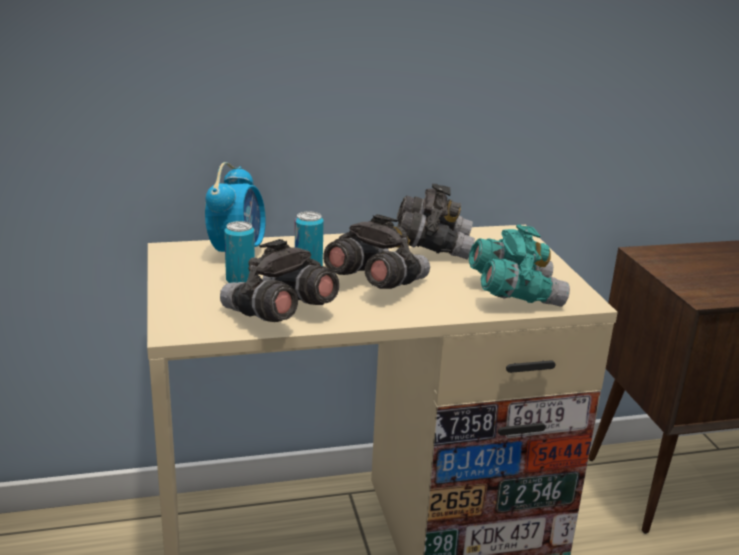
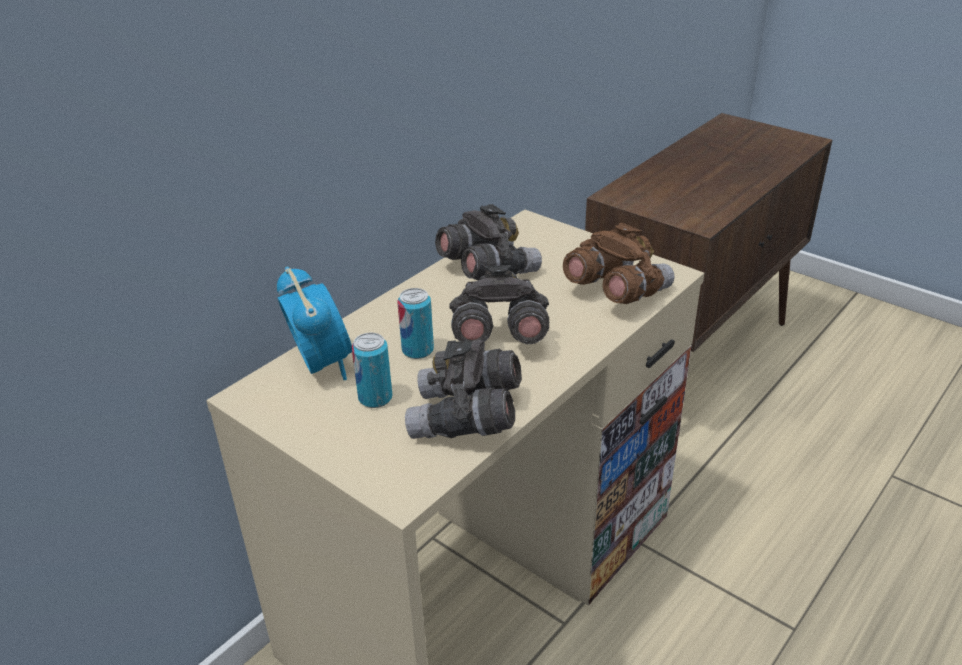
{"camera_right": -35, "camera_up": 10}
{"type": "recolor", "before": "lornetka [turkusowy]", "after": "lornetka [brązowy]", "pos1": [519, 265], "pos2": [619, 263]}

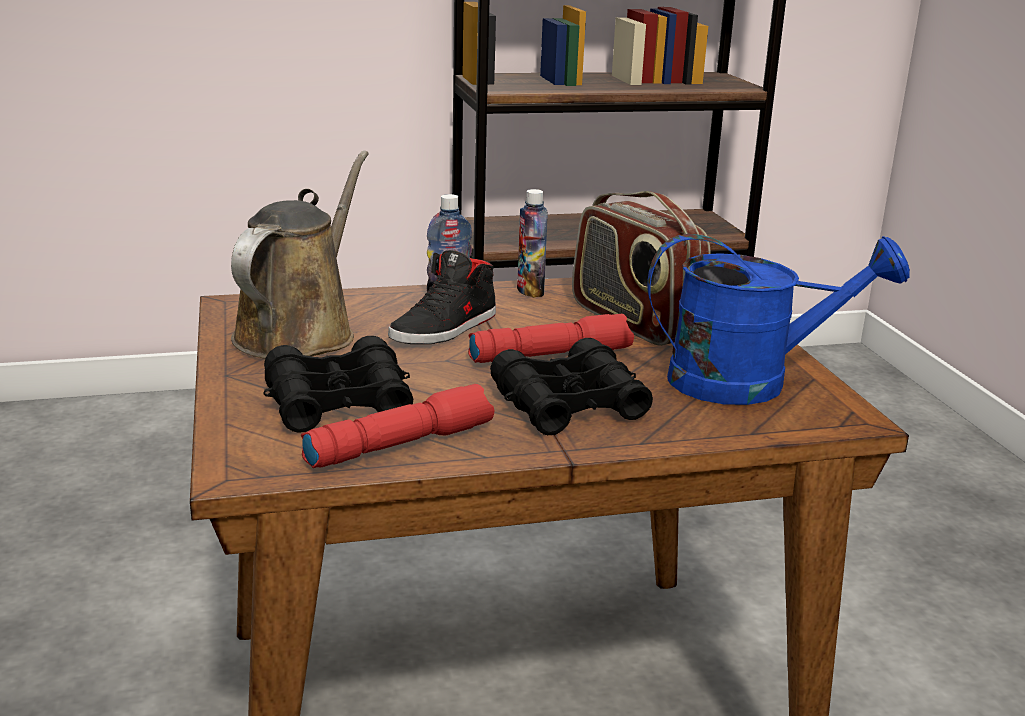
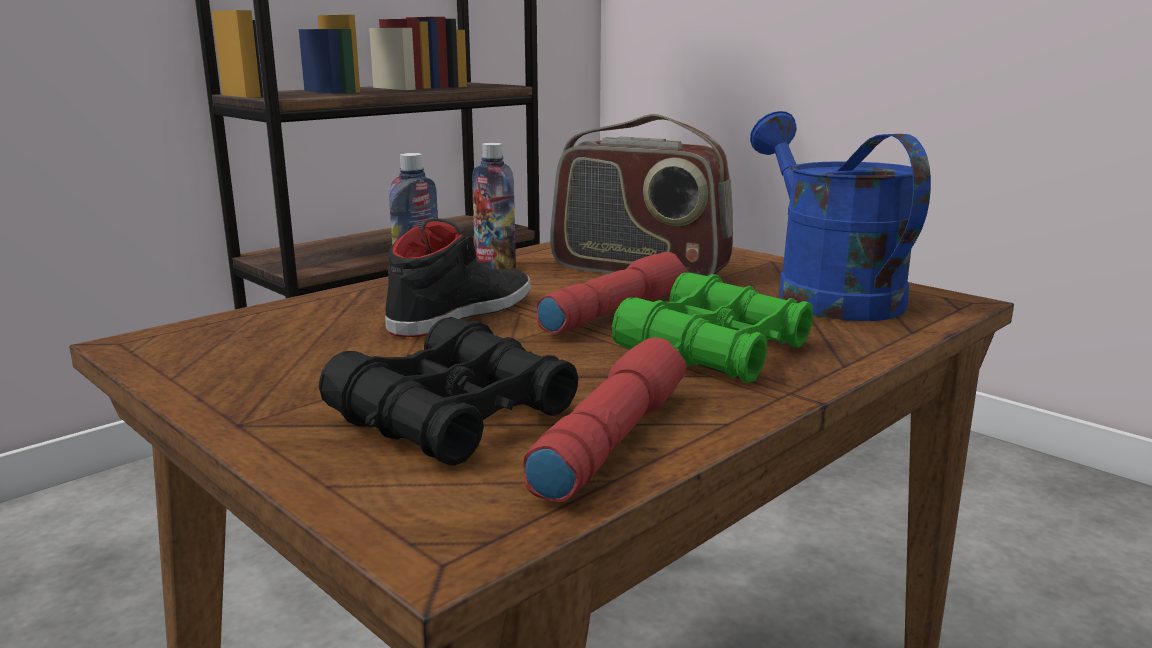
{"camera_right": -30, "camera_up": -5}
{"type": "rotate", "before": "but [czarny]", "pos1": [442, 297], "pos2": [458, 277], "turn": -150}
{"type": "recolor", "before": "lornetka [czarny]", "after": "lornetka [zielony]", "pos1": [571, 386], "pos2": [712, 327]}
{"type": "rotate", "before": "konewka [niebieski]", "pos1": [778, 319], "pos2": [840, 216], "turn": -75}
{"type": "delete", "before": "konewka [brązowy]", "pos1": [300, 254]}

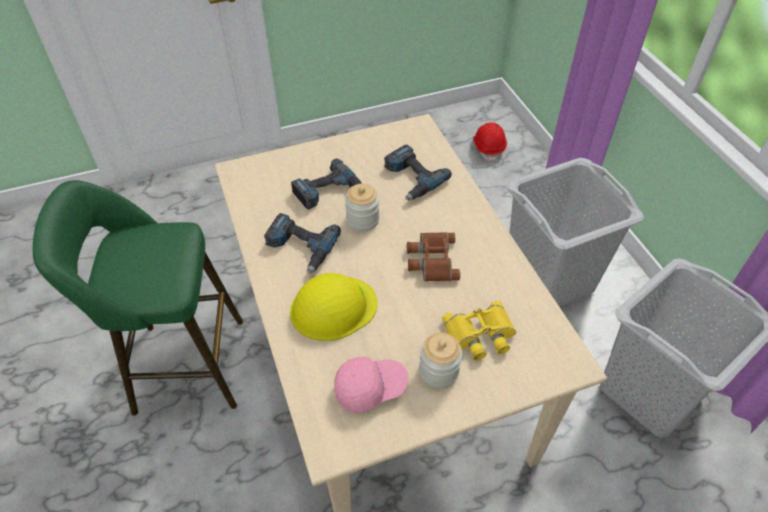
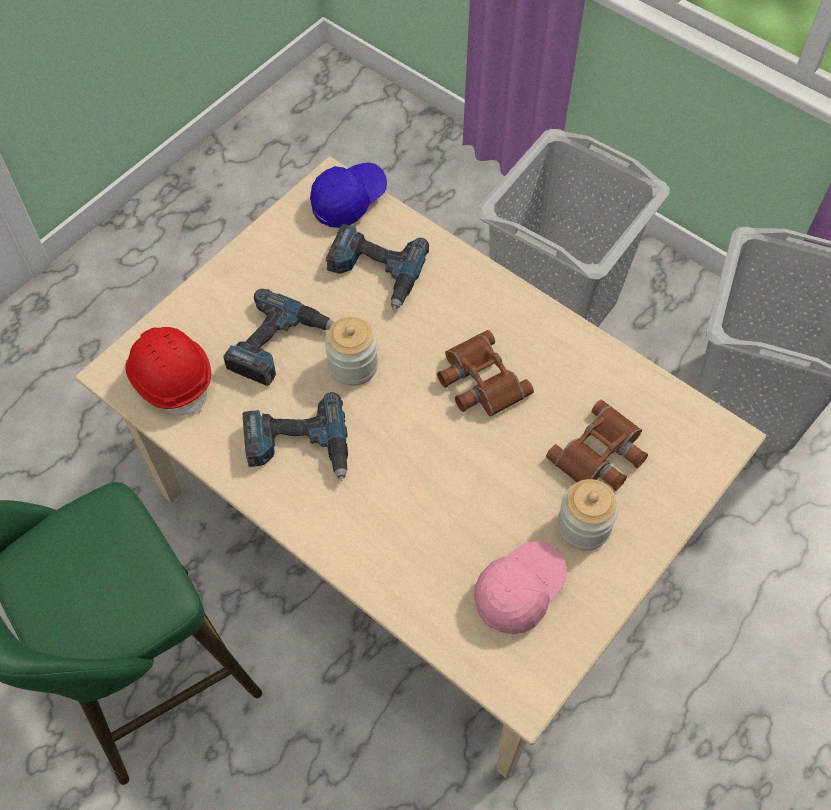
{"camera_right": -30, "camera_up": 10}
{"type": "move", "before": "kask [czerwony]", "pos1": [490, 142], "pos2": [168, 371]}
{"type": "insert", "after": "czapka z daszkiem [niebieski]", "pos2": [348, 195]}
{"type": "recolor", "before": "lornetka [żółty]", "after": "lornetka [brązowy]", "pos1": [479, 330], "pos2": [597, 445]}
{"type": "delete", "before": "kask [żółty]", "pos1": [334, 307]}

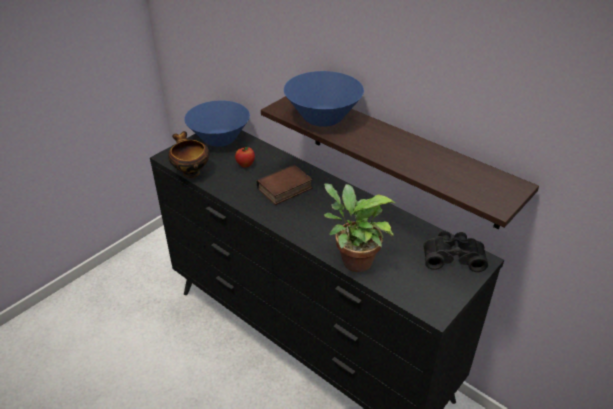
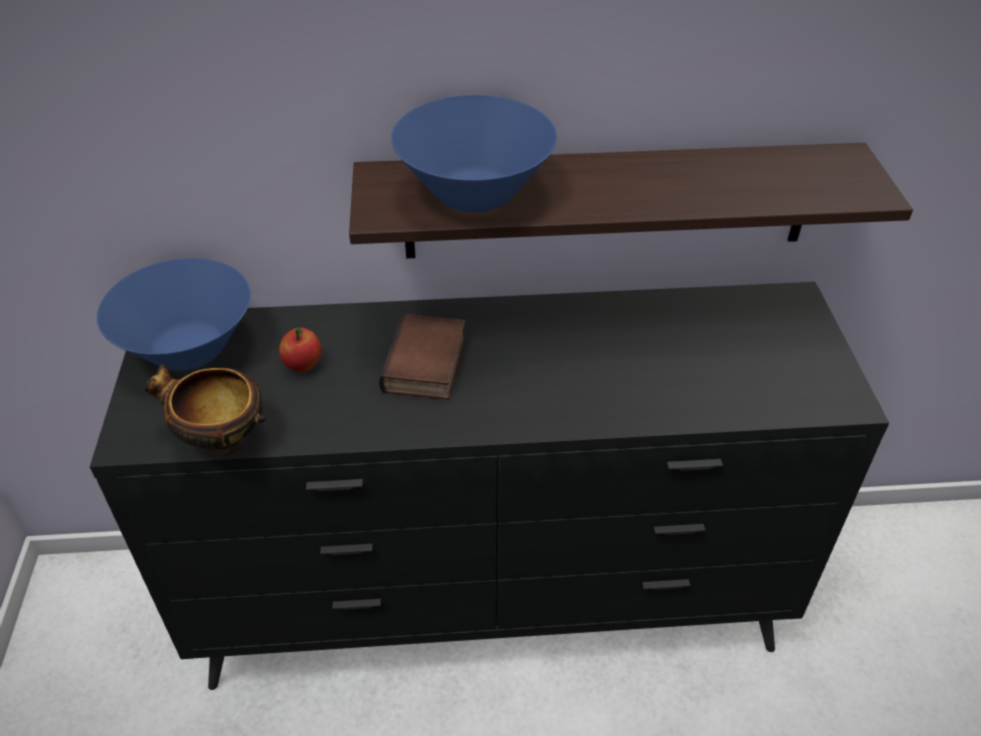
{"camera_right": -45, "camera_up": 5}
{"type": "delete", "before": "roślina doniczkowa", "pos1": [359, 227]}
{"type": "delete", "before": "lornetka [czarny]", "pos1": [455, 251]}

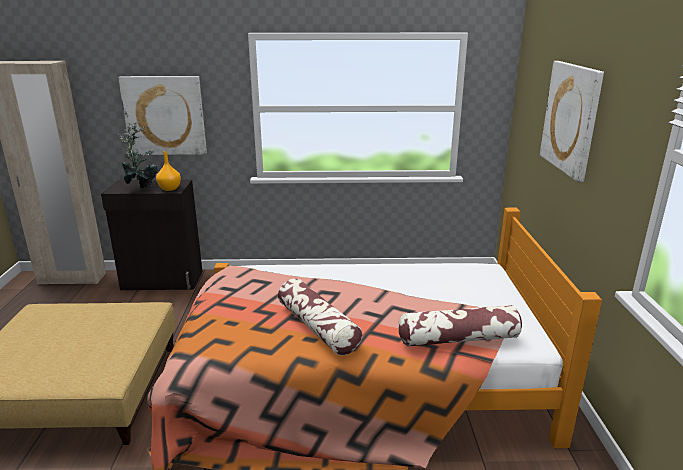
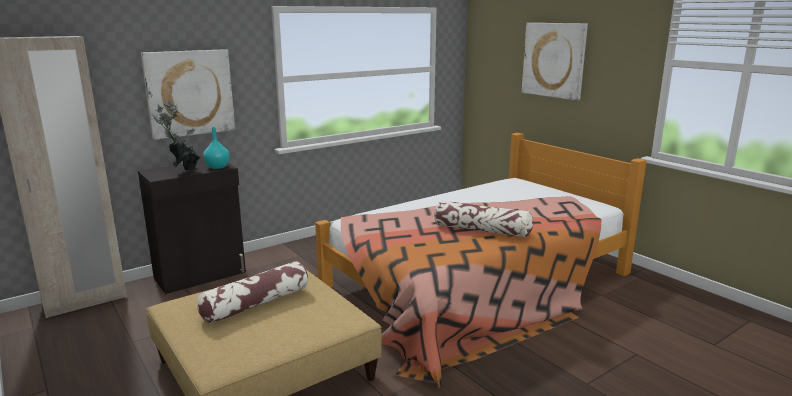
{"camera_right": -35, "camera_up": -5}
{"type": "move", "before": "poduszka", "pos1": [460, 326], "pos2": [252, 292]}
{"type": "recolor", "before": "wazon [pomarańczowy]", "after": "wazon [turkusowy]", "pos1": [168, 171], "pos2": [216, 148]}

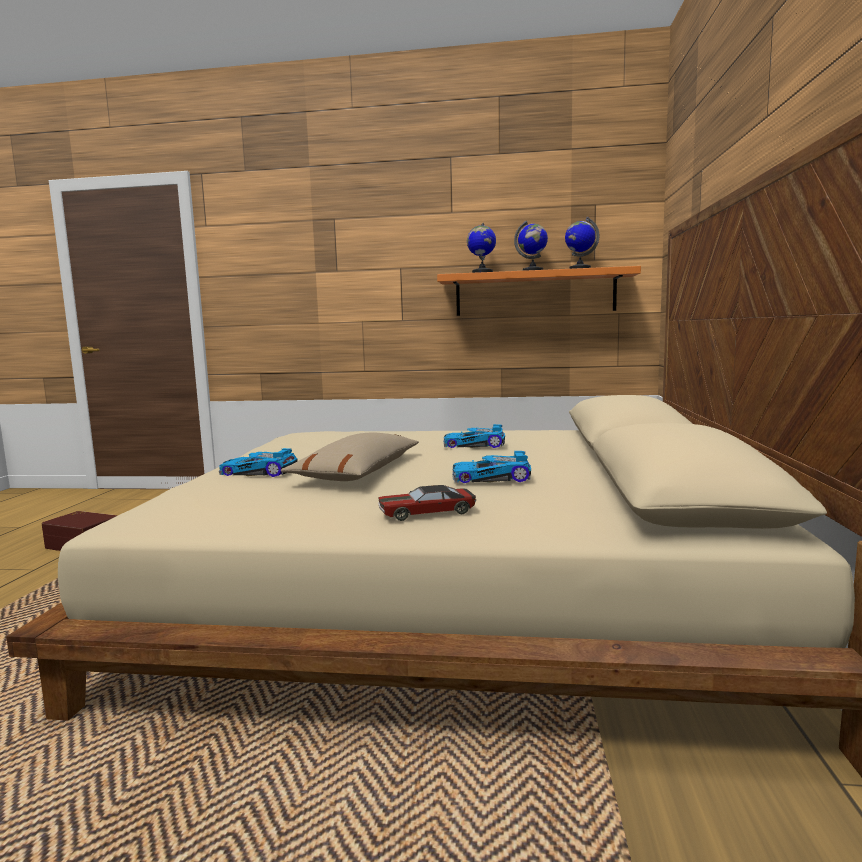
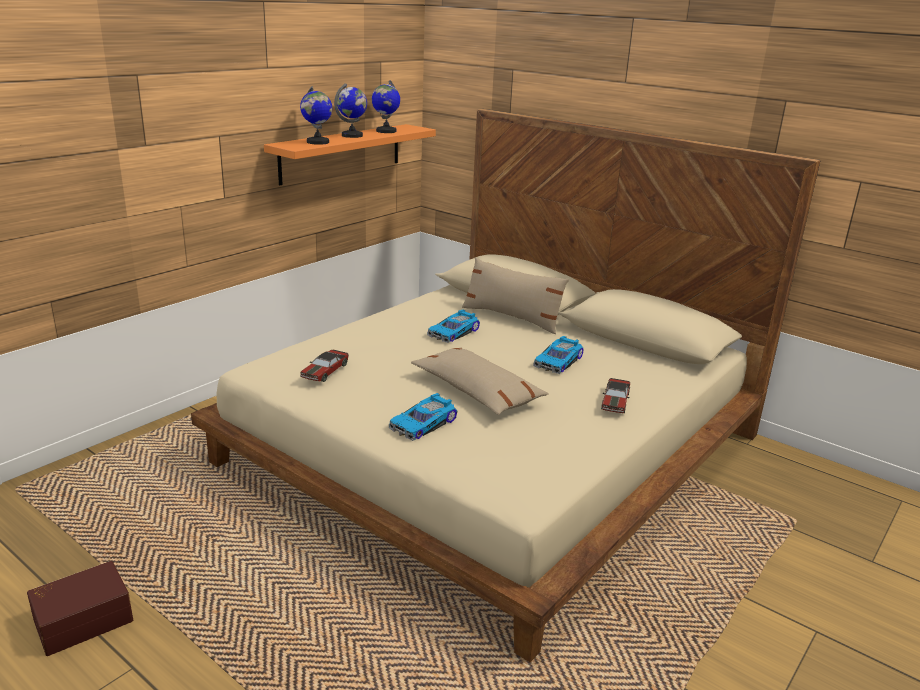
{"camera_right": -60, "camera_up": 15}
{"type": "insert", "after": "samochodzik", "pos2": [324, 366]}
{"type": "insert", "after": "poduszka [beżowy]", "pos2": [515, 295]}

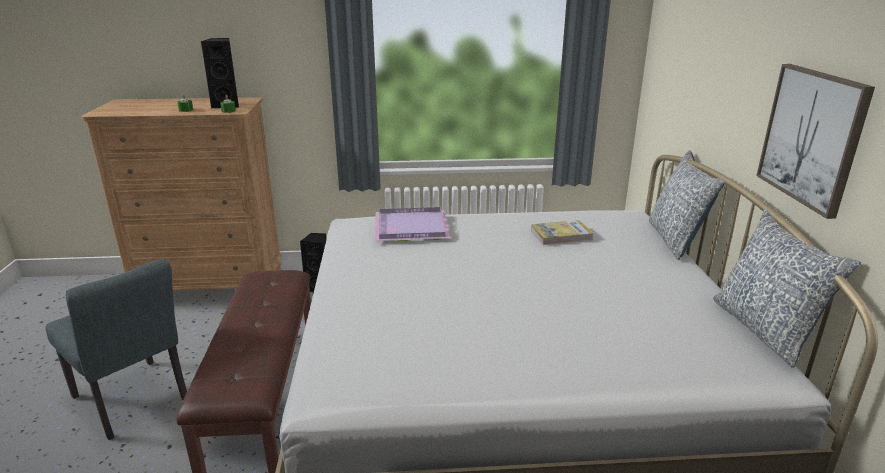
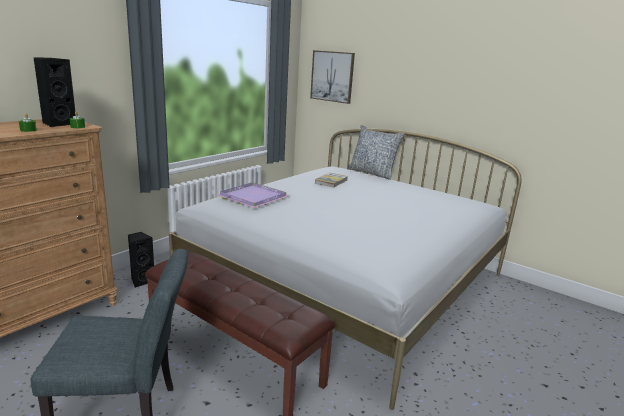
{"camera_right": -50, "camera_up": -5}
{"type": "move", "before": "obraz", "pos1": [815, 141], "pos2": [332, 77]}
{"type": "delete", "before": "poduszka", "pos1": [787, 288]}

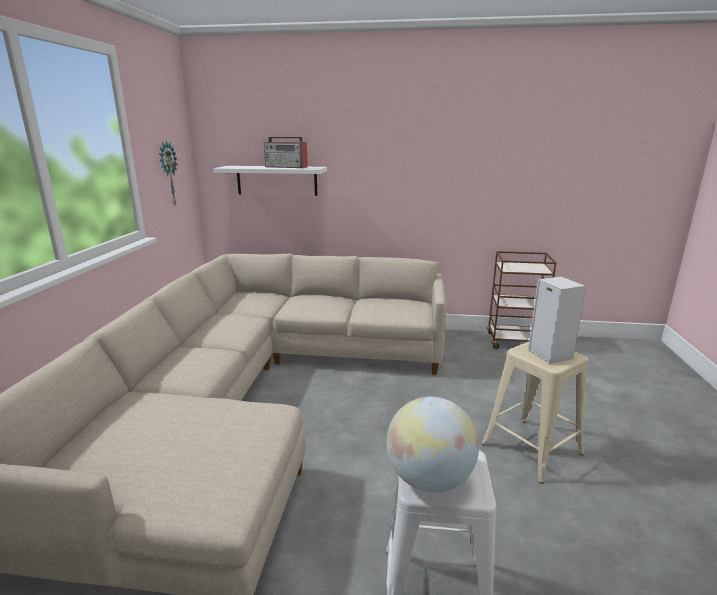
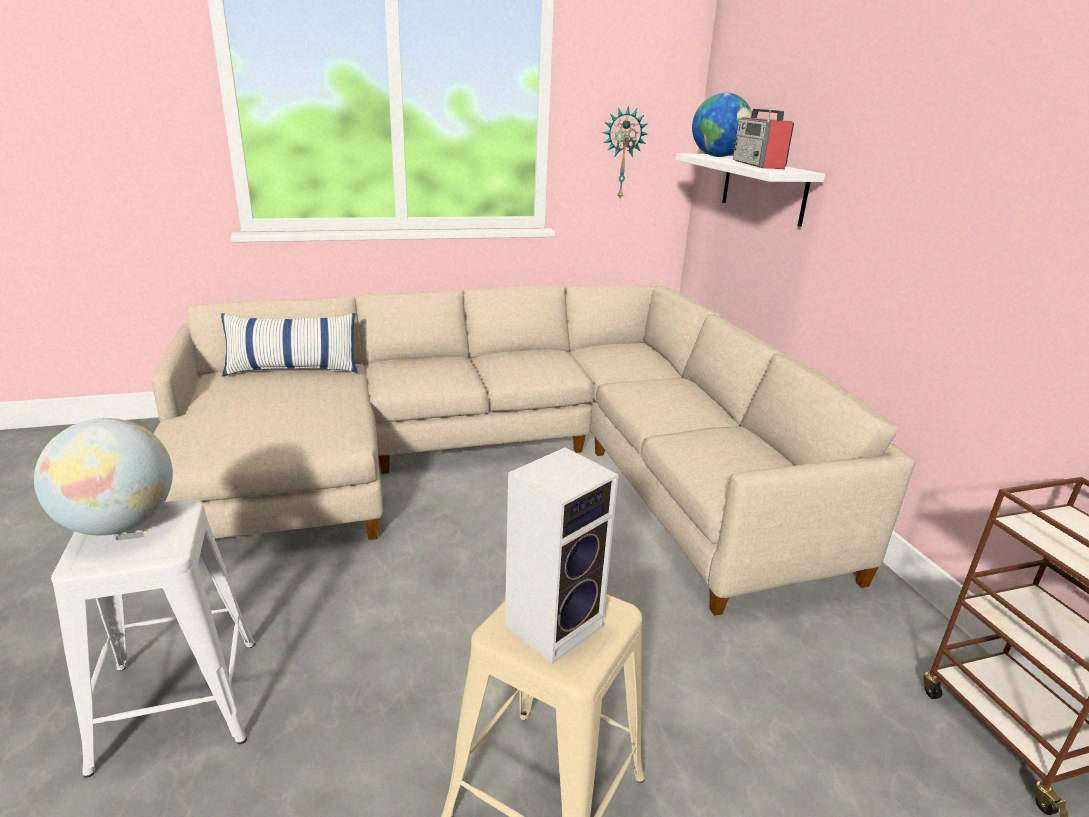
{"camera_right": 65, "camera_up": 5}
{"type": "insert", "after": "poduszka", "pos2": [289, 344]}
{"type": "insert", "after": "globus", "pos2": [722, 124]}

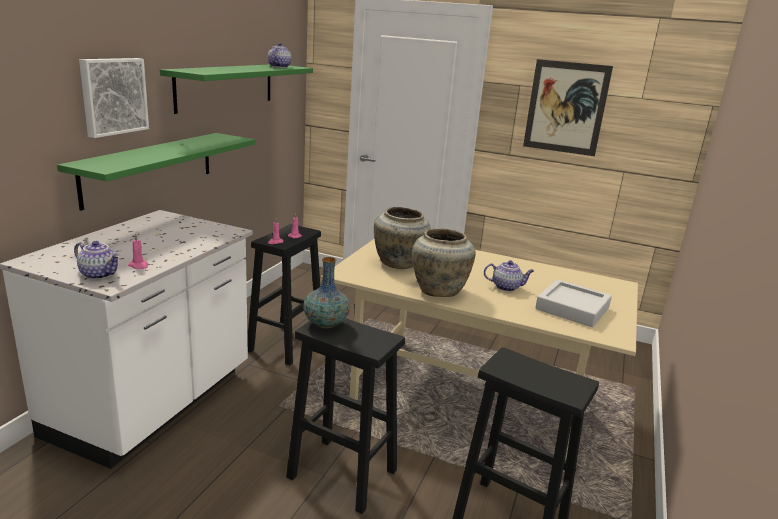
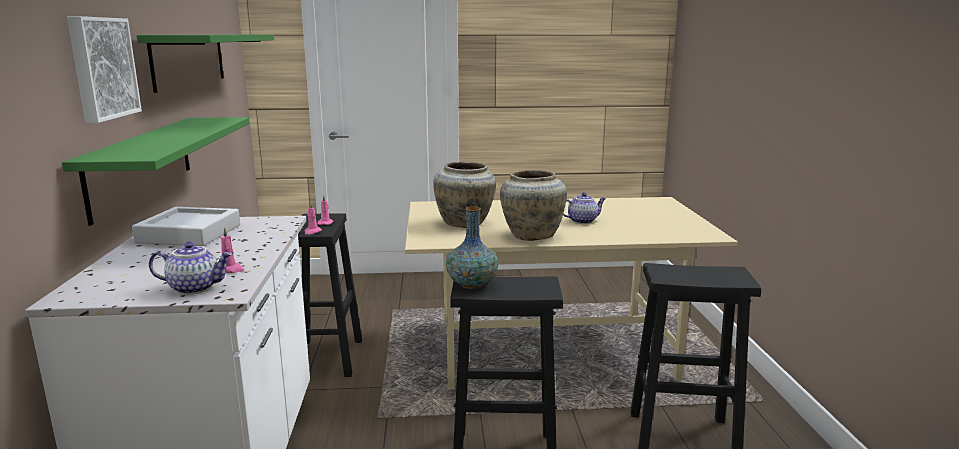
{"camera_right": -25, "camera_up": -5}
{"type": "move", "before": "taca [szary]", "pos1": [573, 303], "pos2": [186, 226]}
{"type": "delete", "before": "imbryk", "pos1": [279, 55]}
{"type": "delete", "before": "obraz", "pos1": [568, 107]}

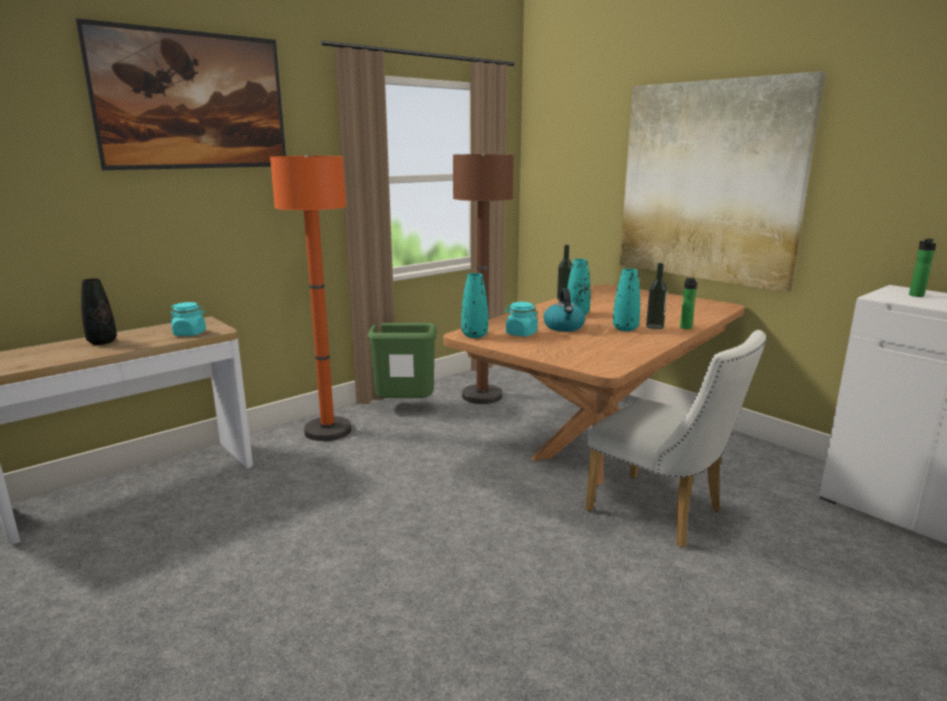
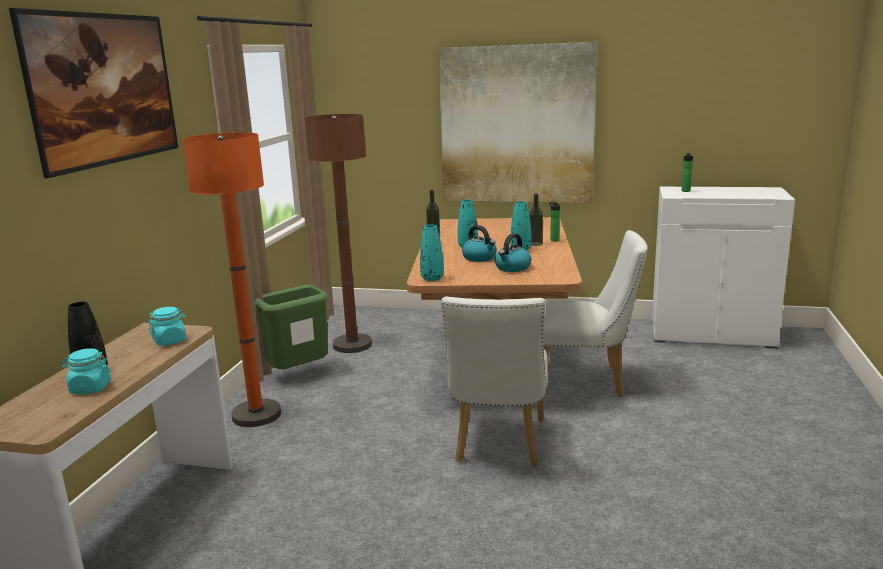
{"camera_right": -35, "camera_up": 0}
{"type": "move", "before": "słoik [turkusowy]", "pos1": [521, 319], "pos2": [86, 371]}
{"type": "insert", "after": "krzesło [biały]", "pos2": [494, 381]}
{"type": "insert", "after": "czajnik", "pos2": [512, 252]}

